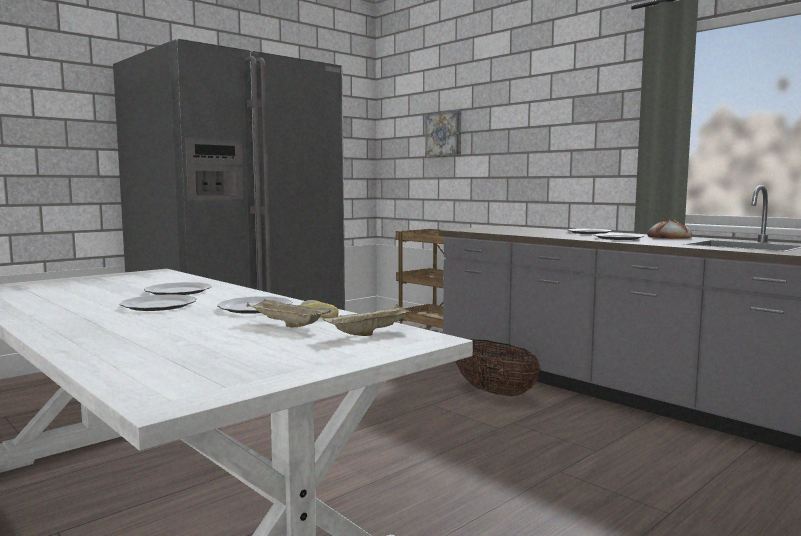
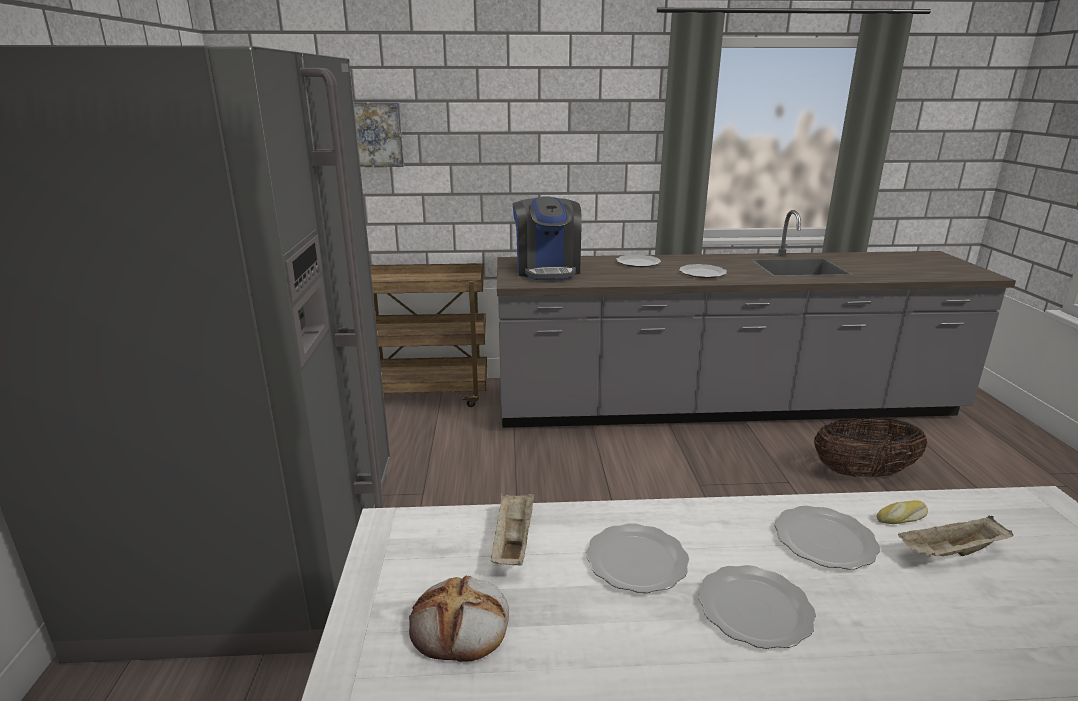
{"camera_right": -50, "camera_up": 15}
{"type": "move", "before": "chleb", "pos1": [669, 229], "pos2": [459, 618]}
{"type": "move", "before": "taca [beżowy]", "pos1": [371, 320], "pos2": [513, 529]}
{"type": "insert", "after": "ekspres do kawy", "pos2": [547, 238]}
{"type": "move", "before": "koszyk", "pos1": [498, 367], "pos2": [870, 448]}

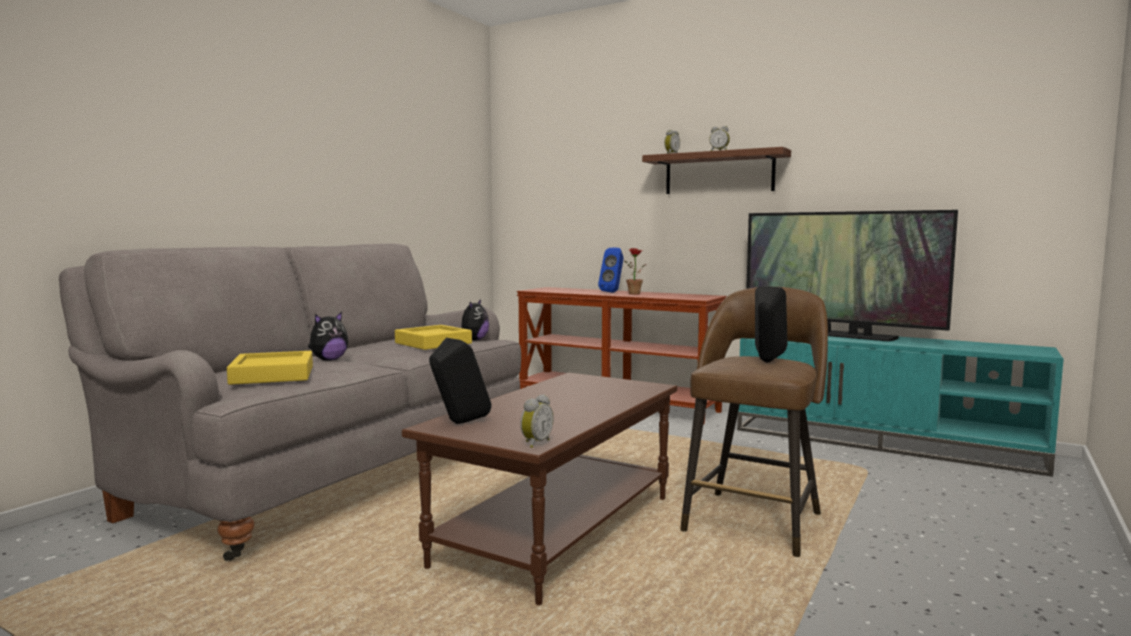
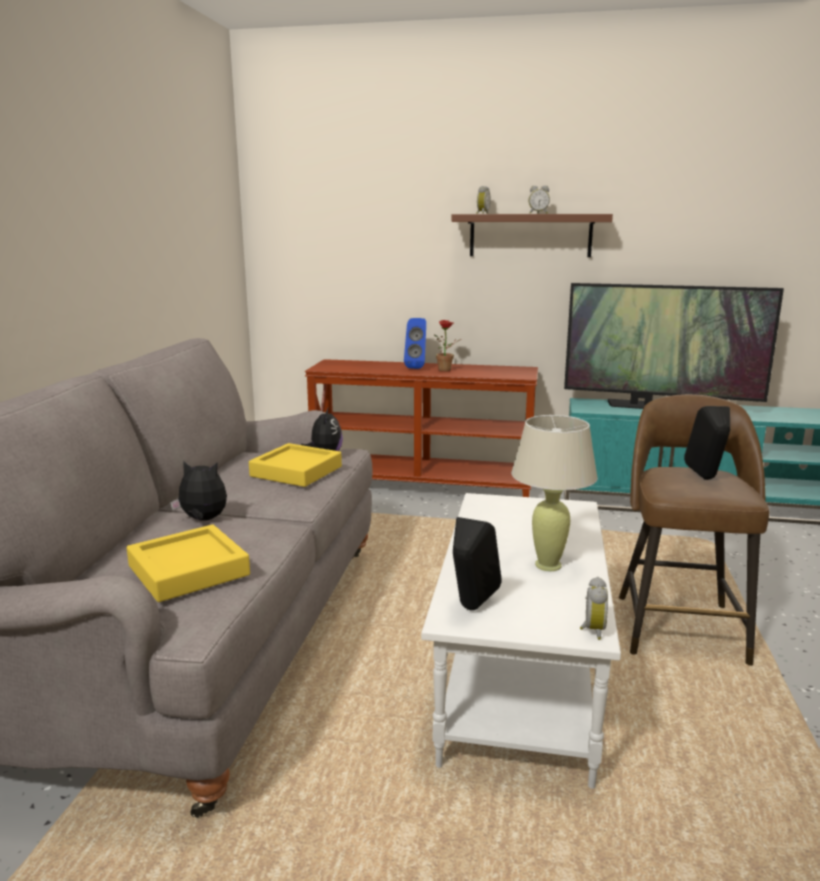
{"camera_right": -20, "camera_up": 10}
{"type": "rotate", "before": "pluszak", "pos1": [328, 336], "pos2": [198, 491], "turn": -105}
{"type": "recolor", "before": "ława [brązowy]", "after": "ława [biały]", "pos1": [539, 489], "pos2": [521, 641]}
{"type": "insert", "after": "lampa stołowa [beżowy]", "pos2": [554, 493]}

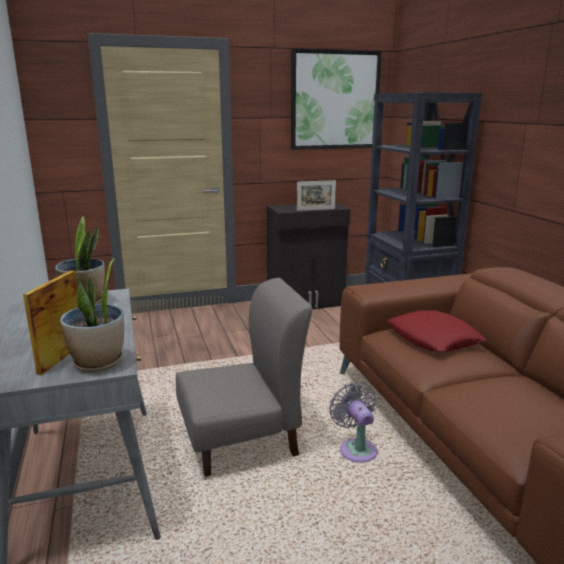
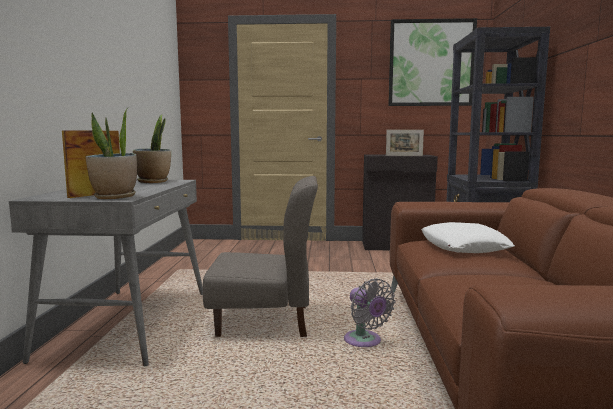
{"camera_right": 20, "camera_up": -10}
{"type": "rotate", "before": "wentylator [szary]", "pos1": [353, 422], "pos2": [369, 312], "turn": 150}
{"type": "recolor", "before": "poduszka [czerwony]", "after": "poduszka [biały]", "pos1": [436, 331], "pos2": [468, 237]}

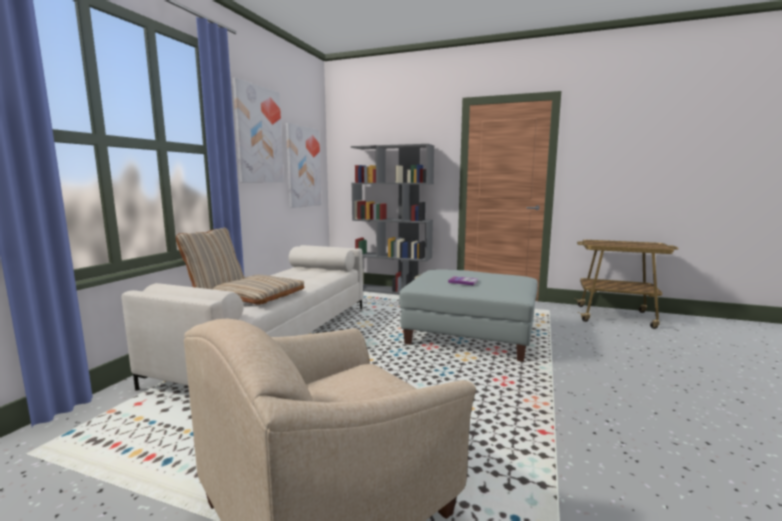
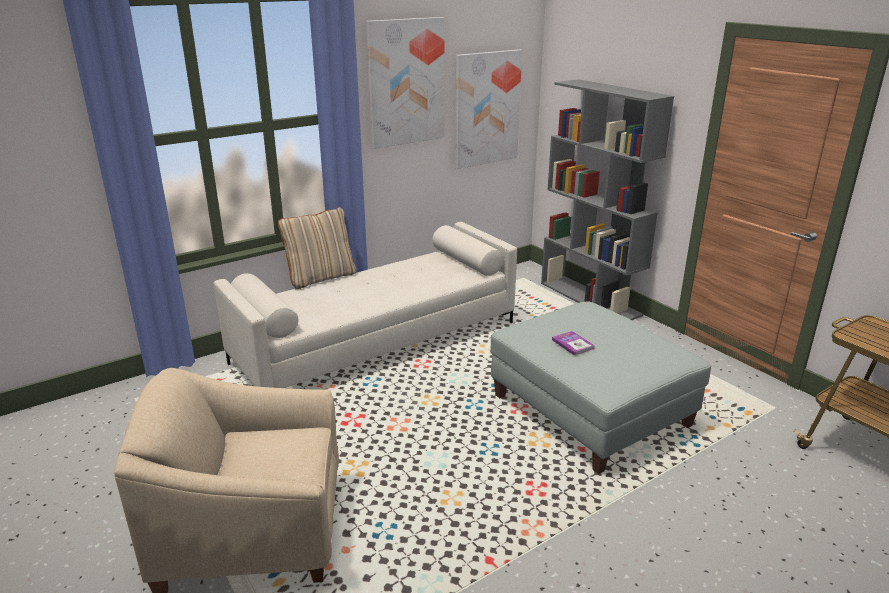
{"camera_right": 35, "camera_up": 15}
{"type": "delete", "before": "poduszka [beżowy]", "pos1": [258, 290]}

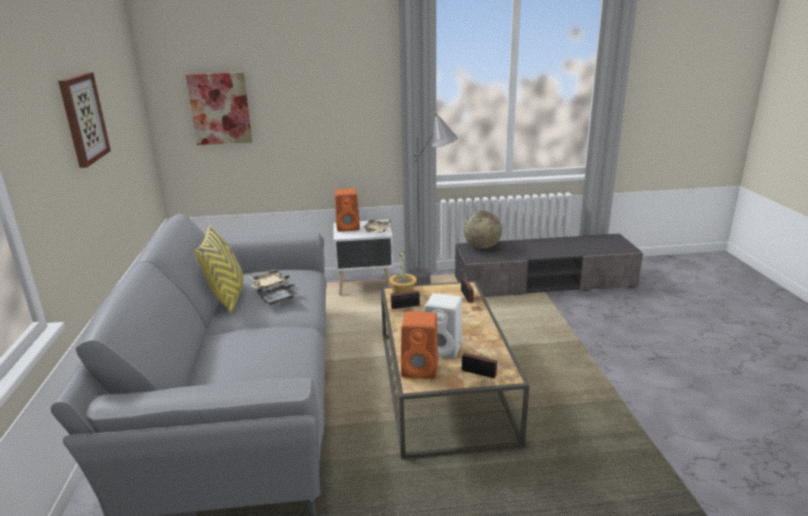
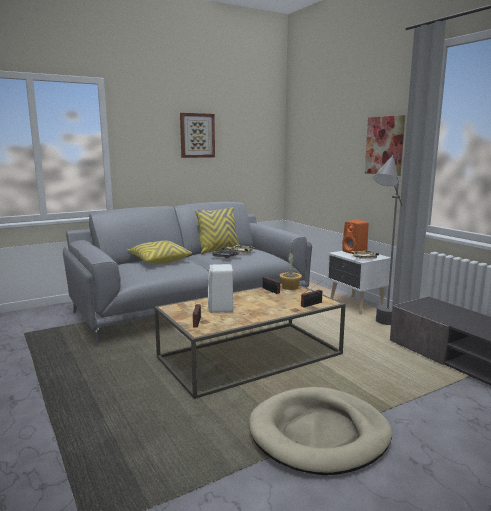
{"camera_right": 65, "camera_up": -10}
{"type": "insert", "after": "poduszka [żółty]", "pos2": [159, 252]}
{"type": "insert", "after": "legowisko [beżowy]", "pos2": [320, 431]}
{"type": "move", "before": "obraz", "pos1": [219, 108], "pos2": [385, 145]}
{"type": "delete", "before": "głośnik [pomarańczowy]", "pos1": [419, 345]}
{"type": "delete", "before": "globus", "pos1": [483, 230]}

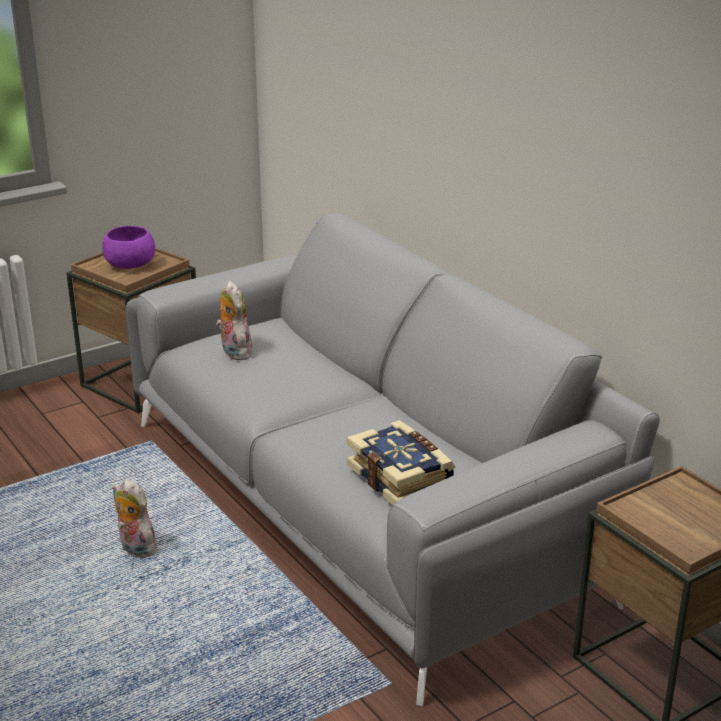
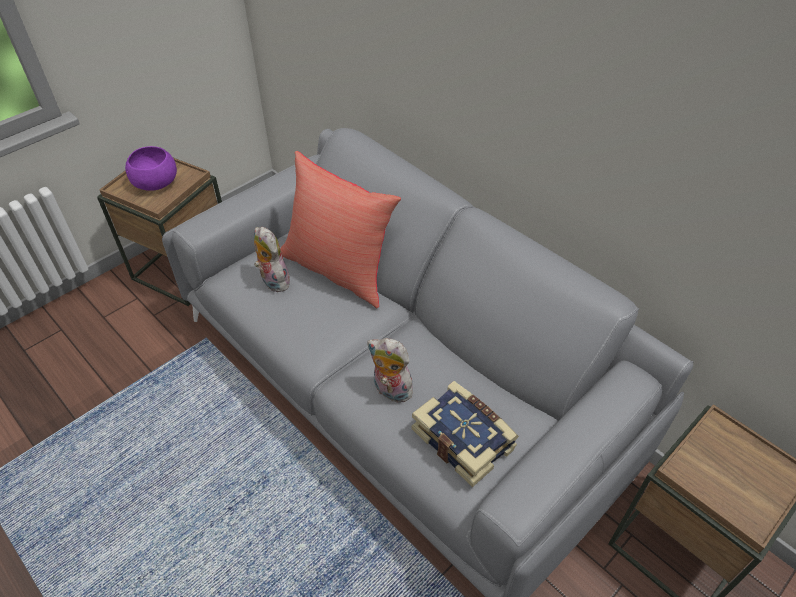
{"camera_right": -10, "camera_up": 20}
{"type": "insert", "after": "poduszka [czerwony]", "pos2": [340, 229]}
{"type": "move", "before": "pluszak", "pos1": [135, 518], "pos2": [392, 370]}

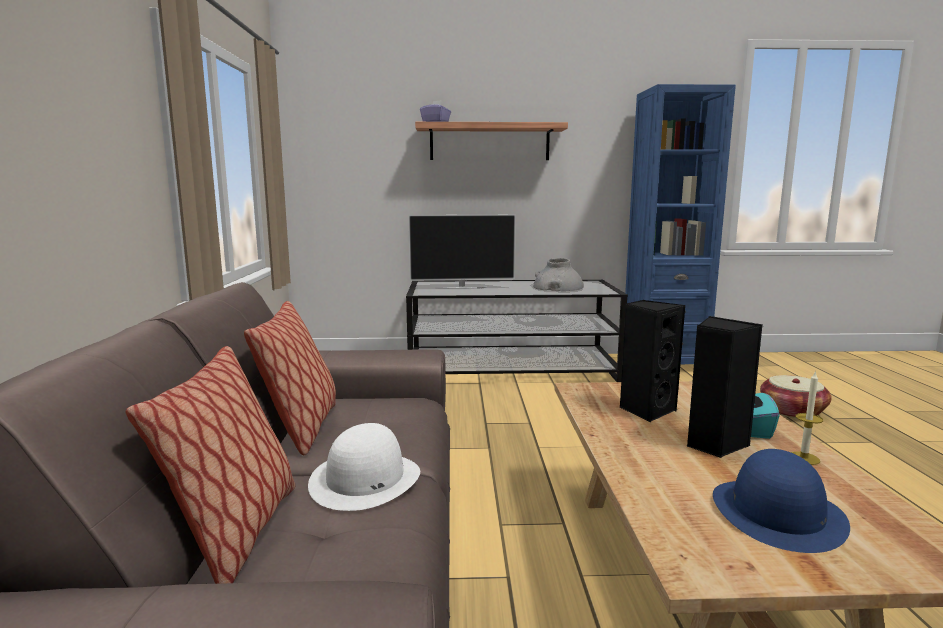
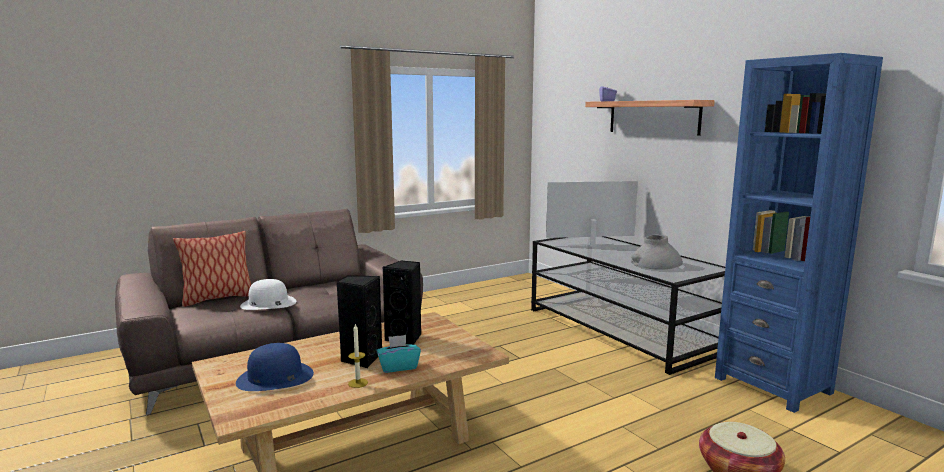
{"camera_right": 60, "camera_up": 0}
{"type": "rotate", "before": "telewizor", "pos1": [462, 251], "pos2": [592, 214], "turn": 120}
{"type": "delete", "before": "poduszka", "pos1": [290, 378]}

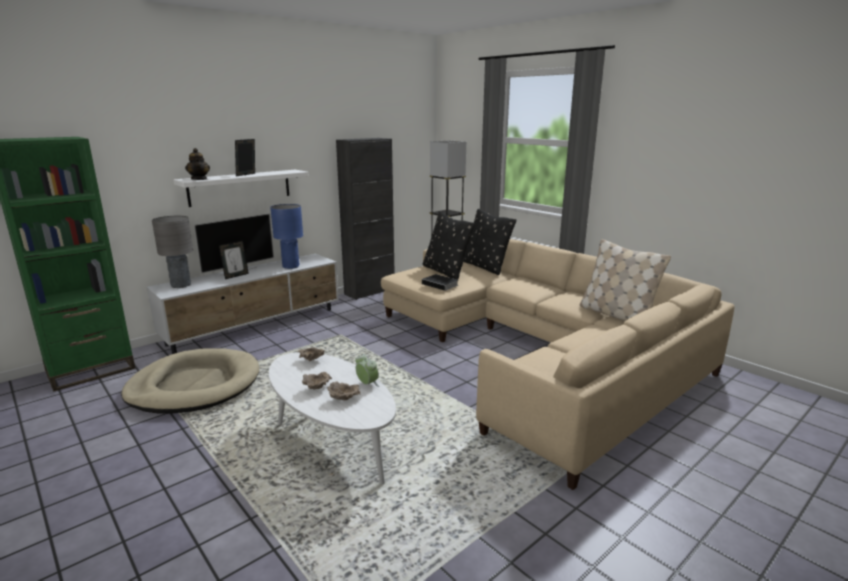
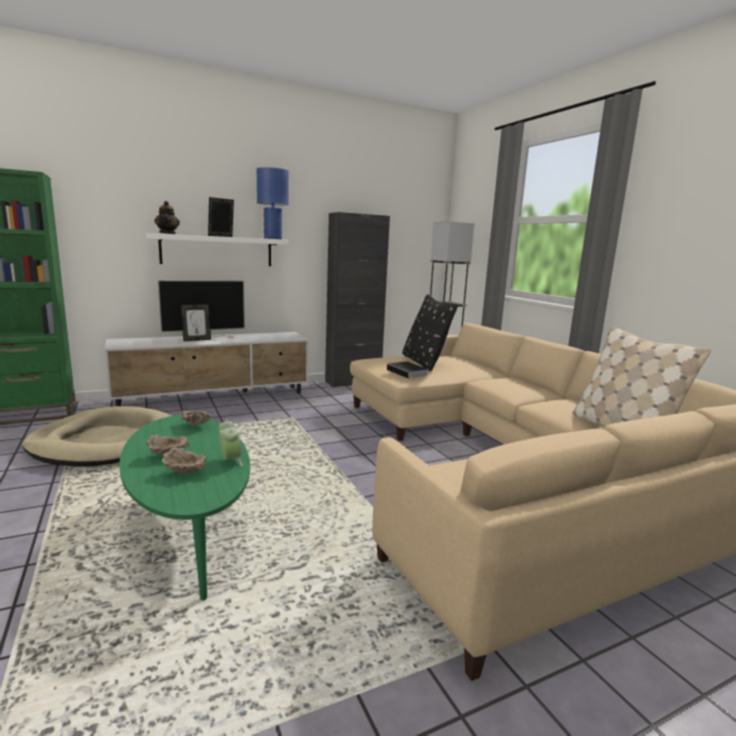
{"camera_right": 15, "camera_up": -5}
{"type": "recolor", "before": "ława [biały]", "after": "ława [zielony]", "pos1": [332, 418], "pos2": [184, 508]}
{"type": "move", "before": "lampa stołowa [niebieski]", "pos1": [286, 236], "pos2": [273, 203]}
{"type": "delete", "before": "lampa stołowa [szary]", "pos1": [172, 252]}
{"type": "delete", "before": "poduszka [czarny]", "pos1": [489, 242]}

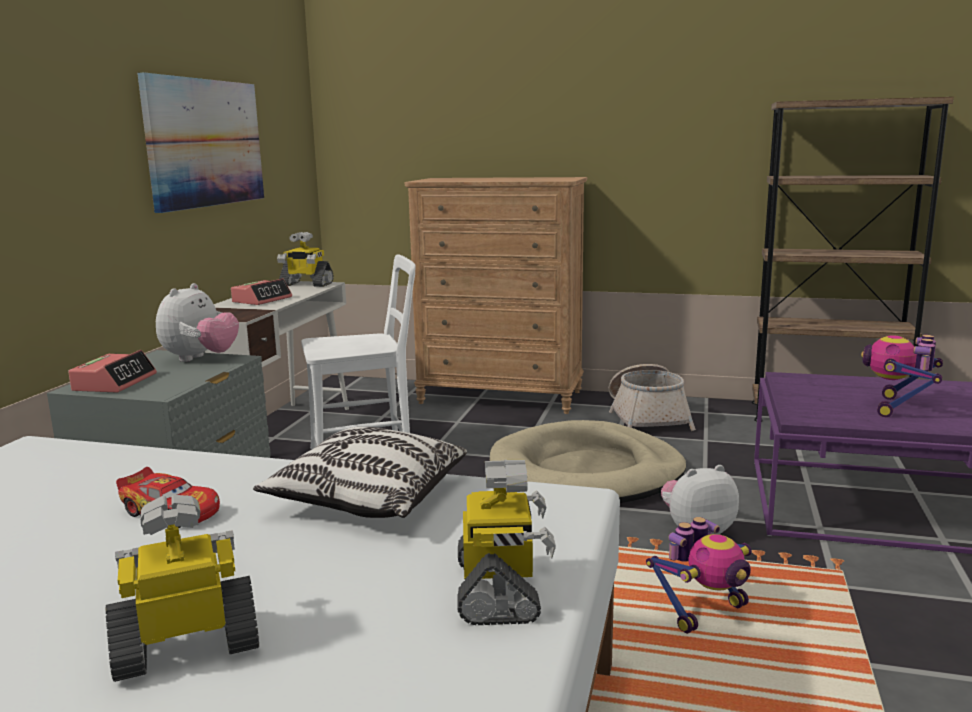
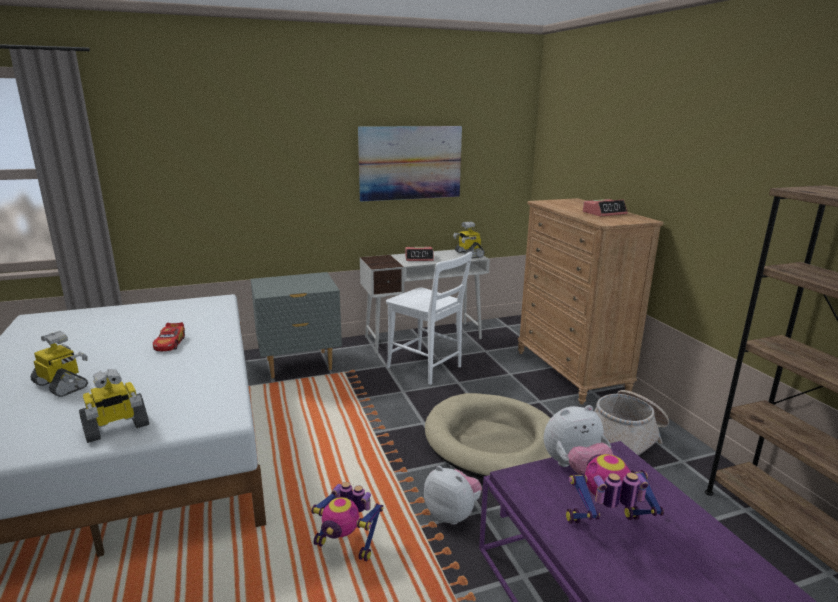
{"camera_right": 55, "camera_up": 5}
{"type": "move", "before": "pluszak", "pos1": [197, 322], "pos2": [578, 440]}
{"type": "move", "before": "budzik", "pos1": [112, 371], "pos2": [605, 207]}
{"type": "delete", "before": "poduszka", "pos1": [360, 472]}

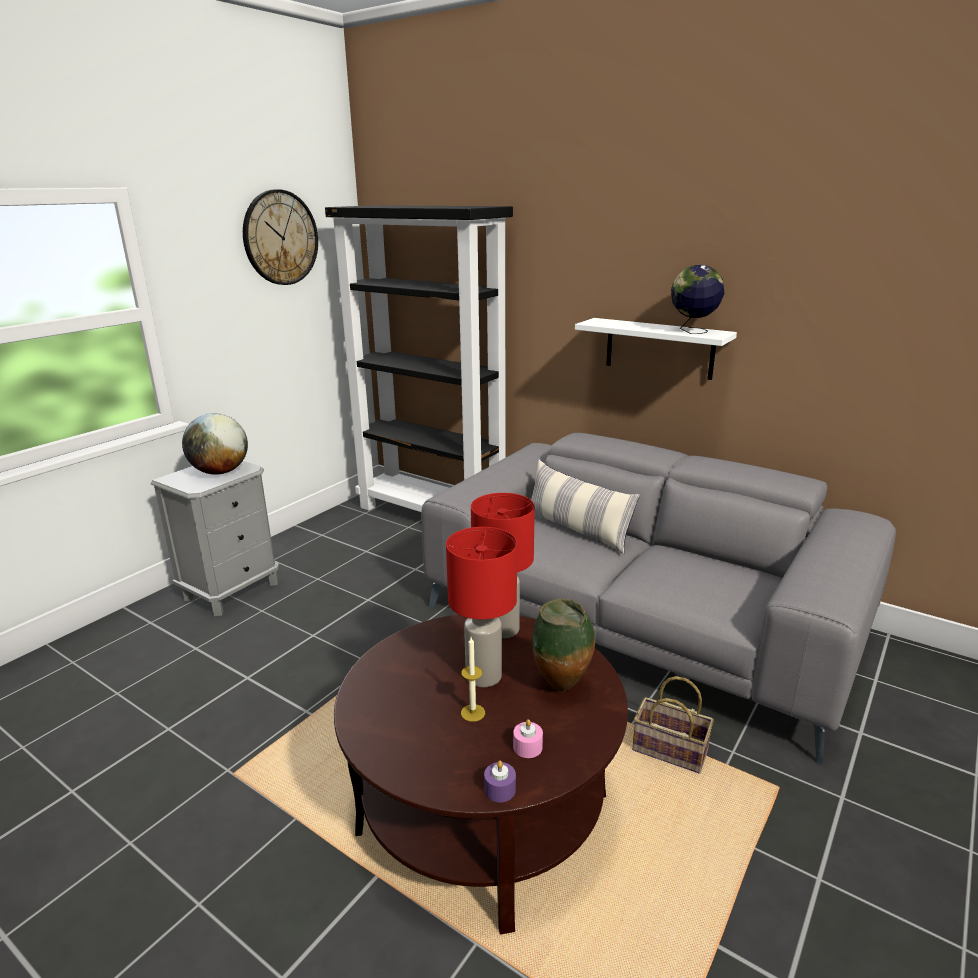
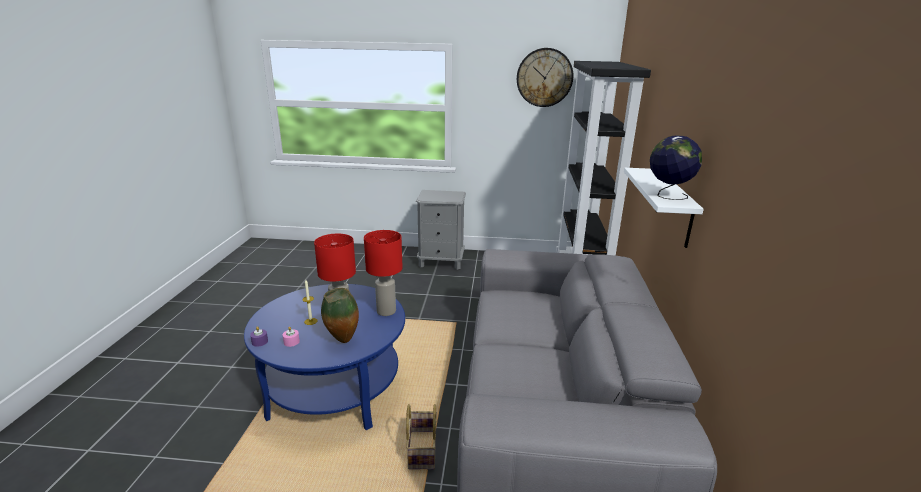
{"camera_right": 60, "camera_up": 0}
{"type": "recolor", "before": "ława [brązowy]", "after": "ława [niebieski]", "pos1": [481, 774], "pos2": [324, 357]}
{"type": "delete", "before": "globus", "pos1": [215, 444]}
{"type": "delete", "before": "poduszka", "pos1": [585, 507]}

